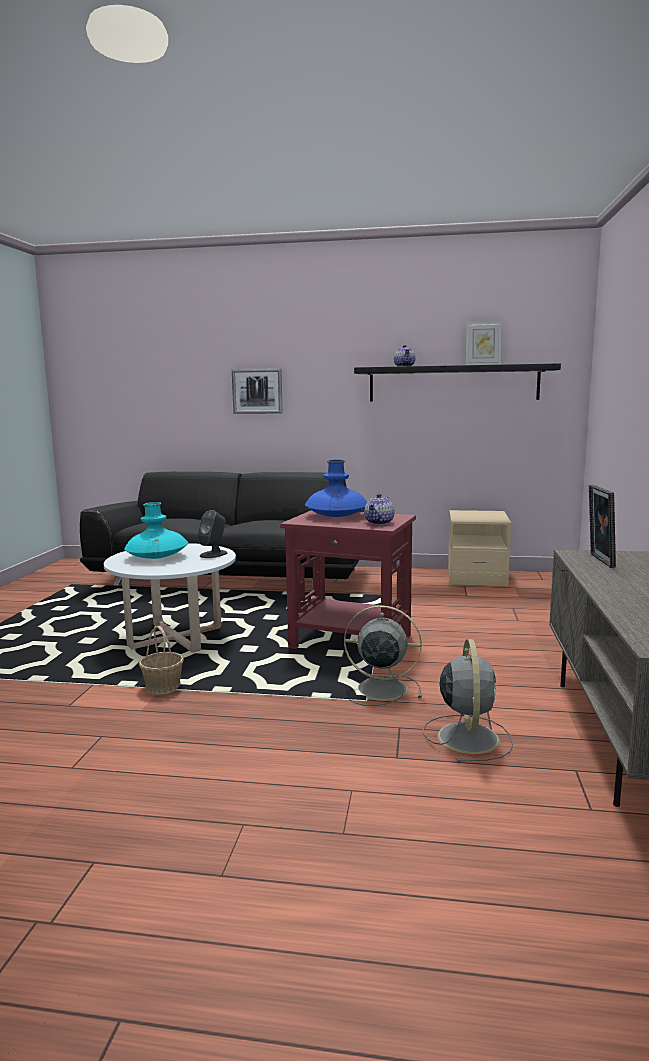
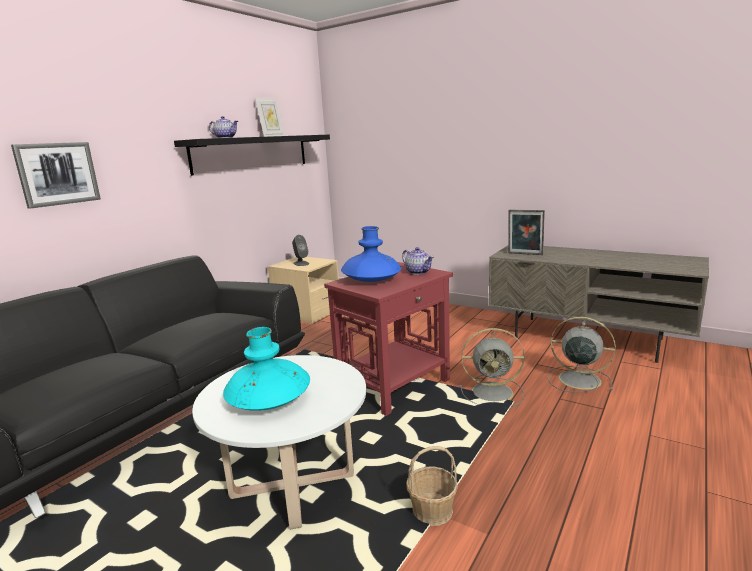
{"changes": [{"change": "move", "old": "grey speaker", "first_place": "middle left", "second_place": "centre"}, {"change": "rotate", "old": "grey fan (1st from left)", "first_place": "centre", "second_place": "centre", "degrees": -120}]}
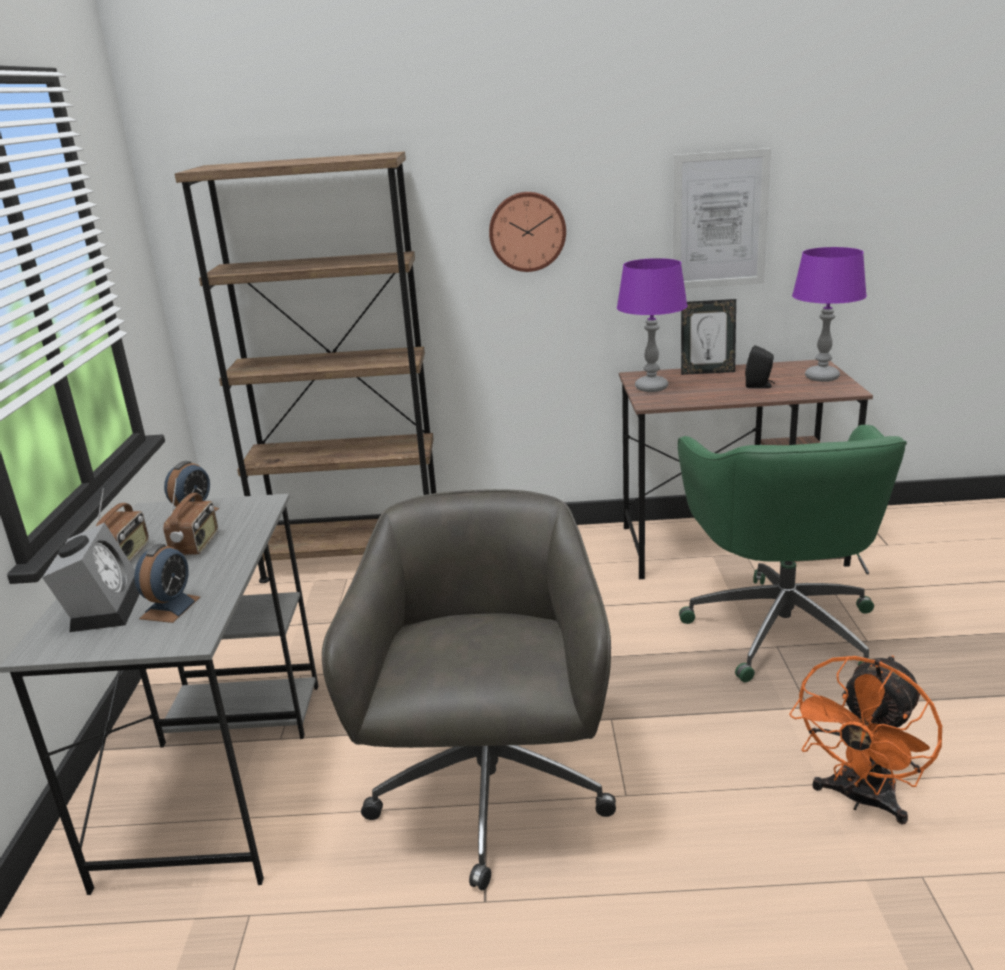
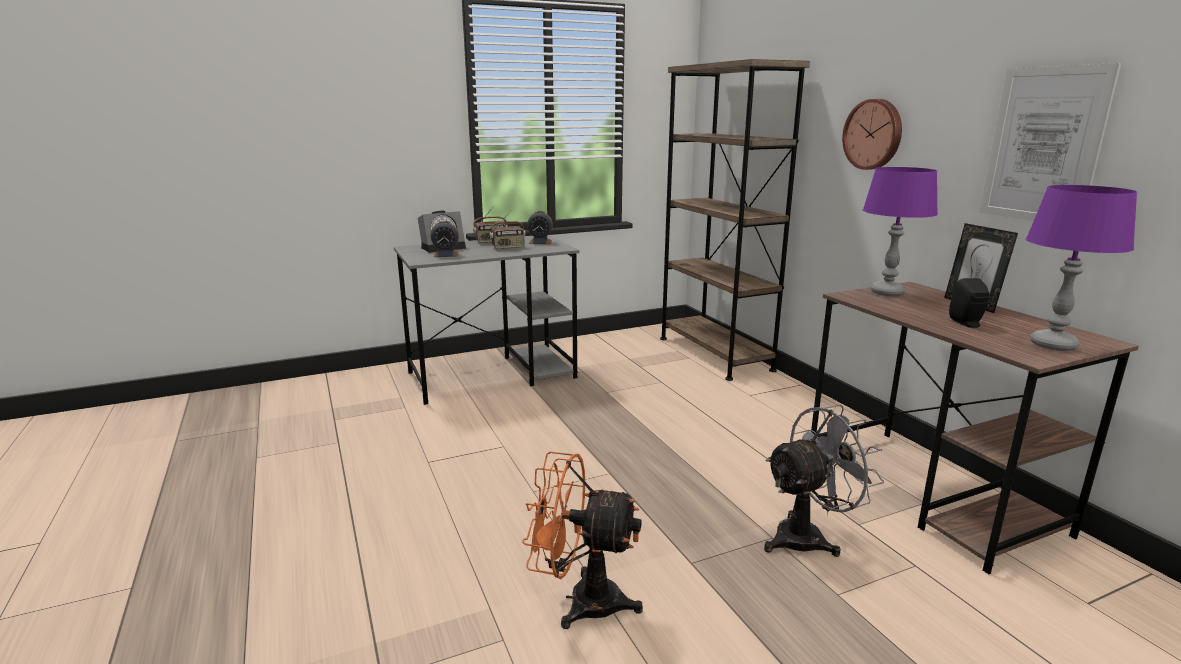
{"changes": [{"change": "replace", "old": "green office chair", "new": "grey fan", "first_place": "middle right", "second_place": "bottom right"}, {"change": "delete", "old": "grey office chair", "first_place": "bottom centre"}]}
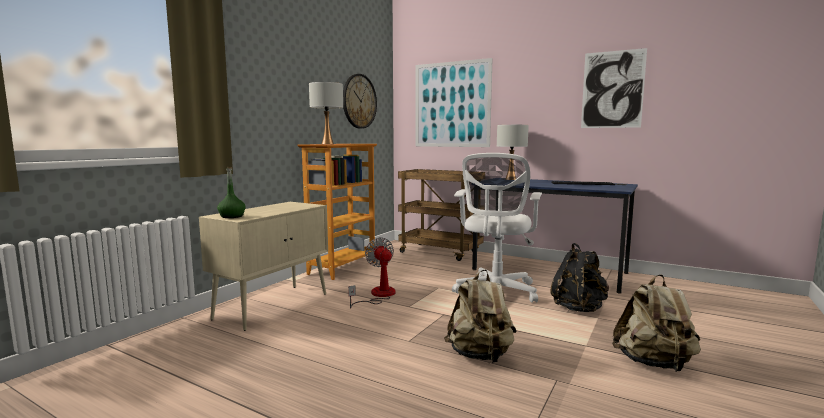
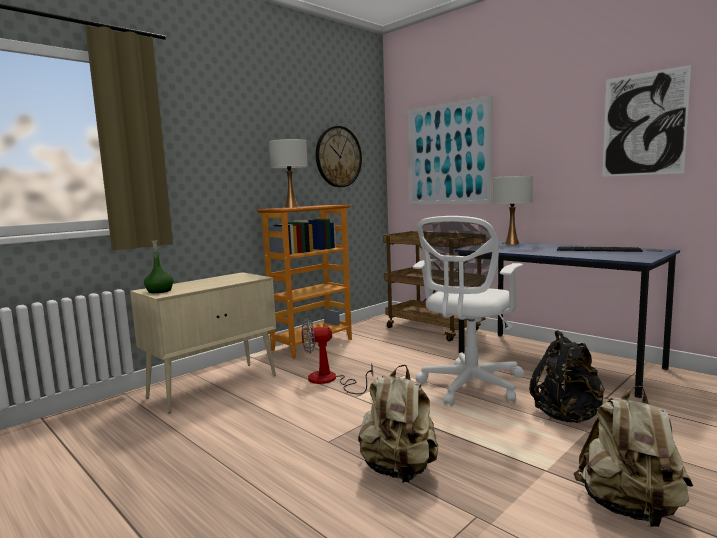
{"changes": [{"change": "rotate", "old": "fan", "first_place": "centre", "second_place": "centre", "degrees": -90}]}
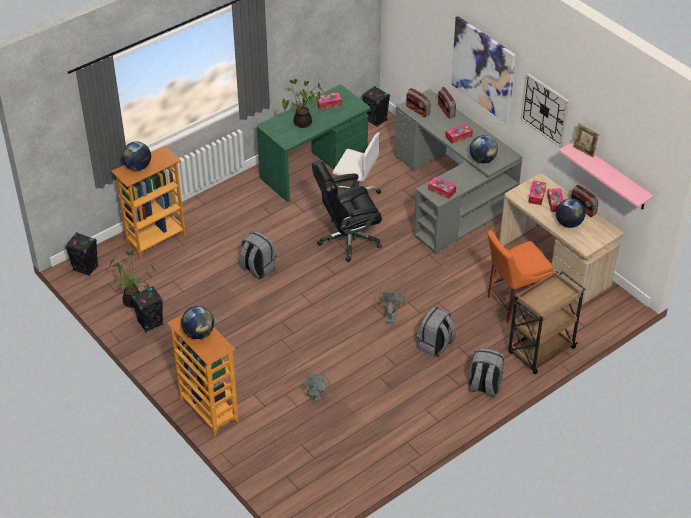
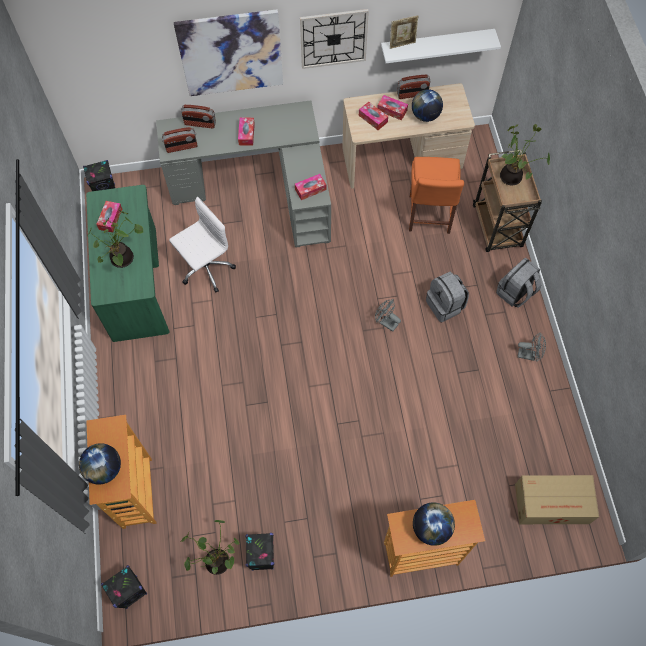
{"changes": [{"change": "delete", "old": "globe (3rd from left)", "first_place": "top right"}, {"change": "recolor", "old": "pink shelf", "new": "white shelf", "first_place": "middle right", "second_place": "top right"}, {"change": "delete", "old": "black office chair", "first_place": "centre"}, {"change": "delete", "old": "grey backpack (1st from left)", "first_place": "centre"}, {"change": "move", "old": "grey fan (1st from left in the first image)", "new": "grey fan (2nd from left)", "first_place": "bottom centre", "second_place": "middle right"}, {"change": "insert", "new": "potted plant (3rd from left)", "second_place": "top right"}, {"change": "insert", "new": "cardboard box", "second_place": "bottom right"}]}
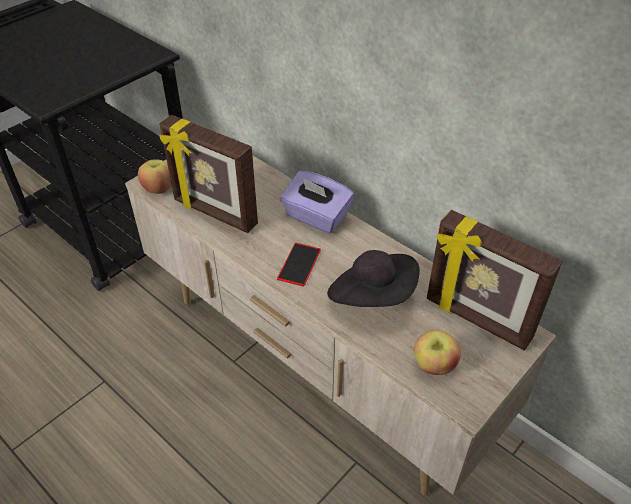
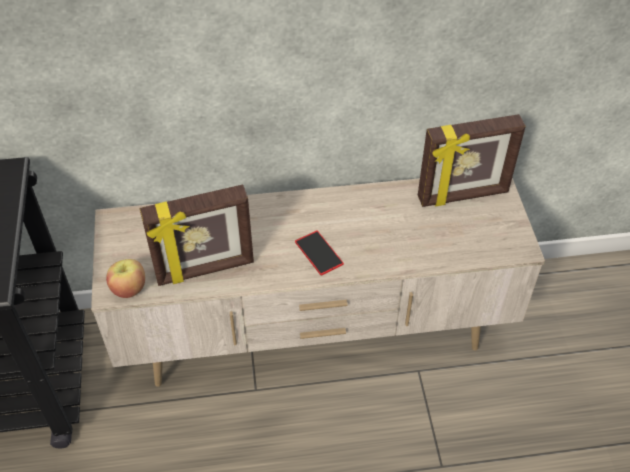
{"changes": [{"change": "delete", "old": "purple tissue box", "first_place": "centre"}, {"change": "delete", "old": "black hat", "first_place": "centre"}, {"change": "delete", "old": "apple (2nd from left)", "first_place": "bottom right"}]}
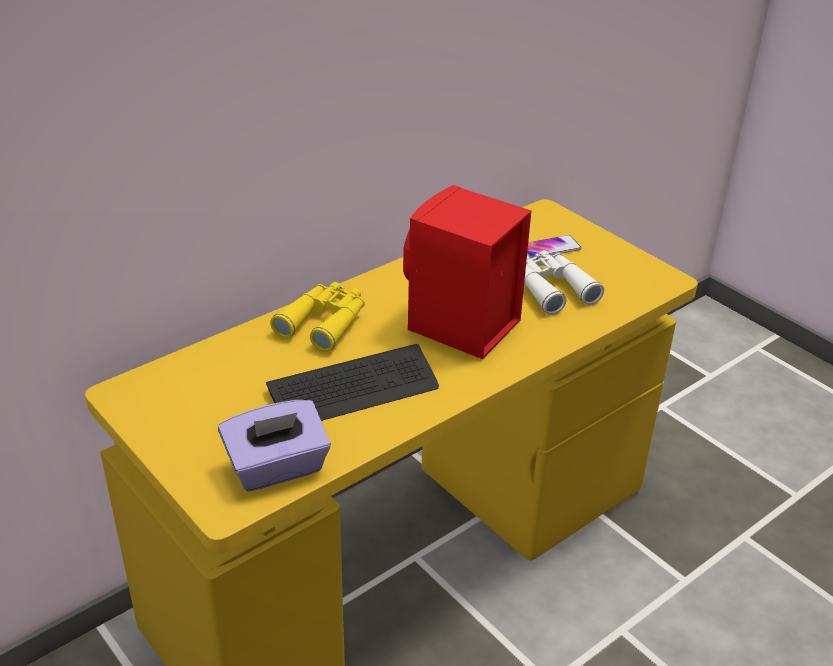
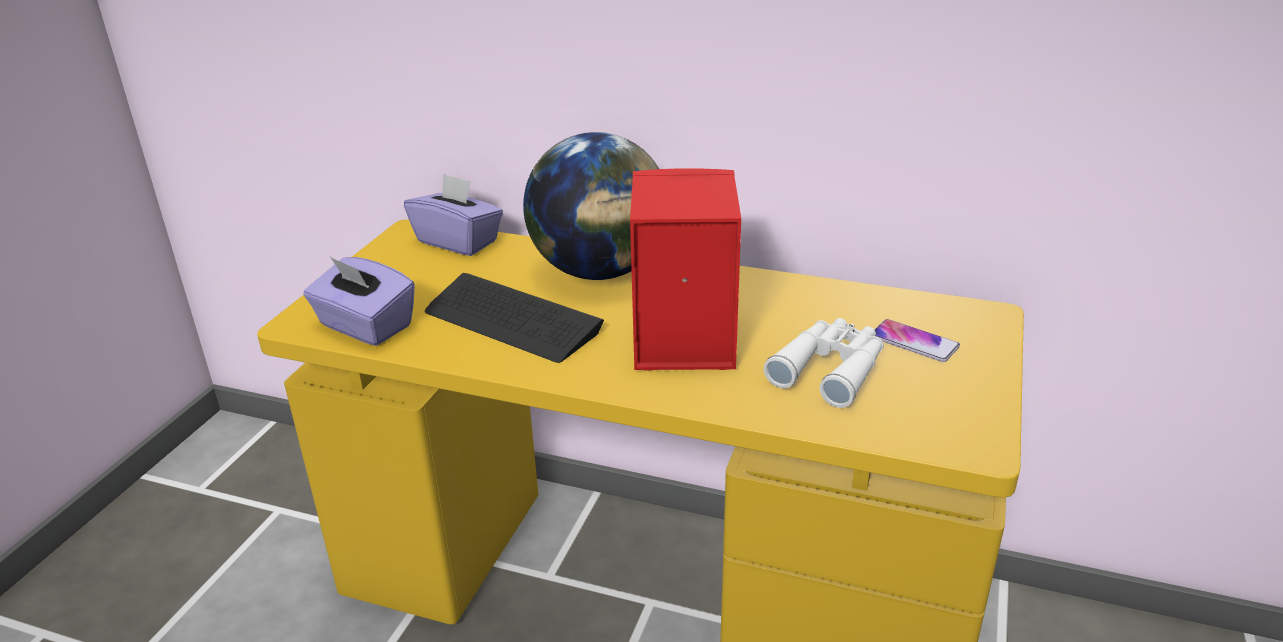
{"changes": [{"change": "replace", "old": "yellow binoculars", "new": "globe", "first_place": "centre", "second_place": "top centre"}, {"change": "insert", "new": "purple tissue box (2nd from left)", "second_place": "centre"}]}
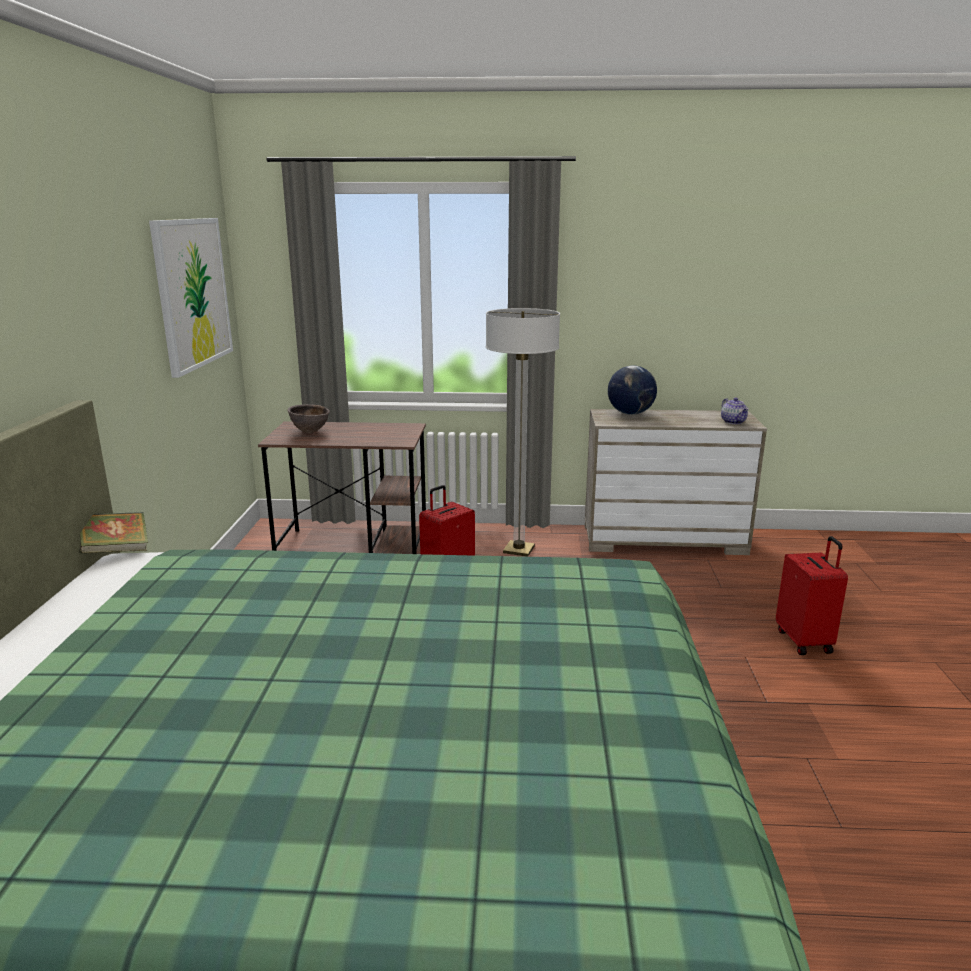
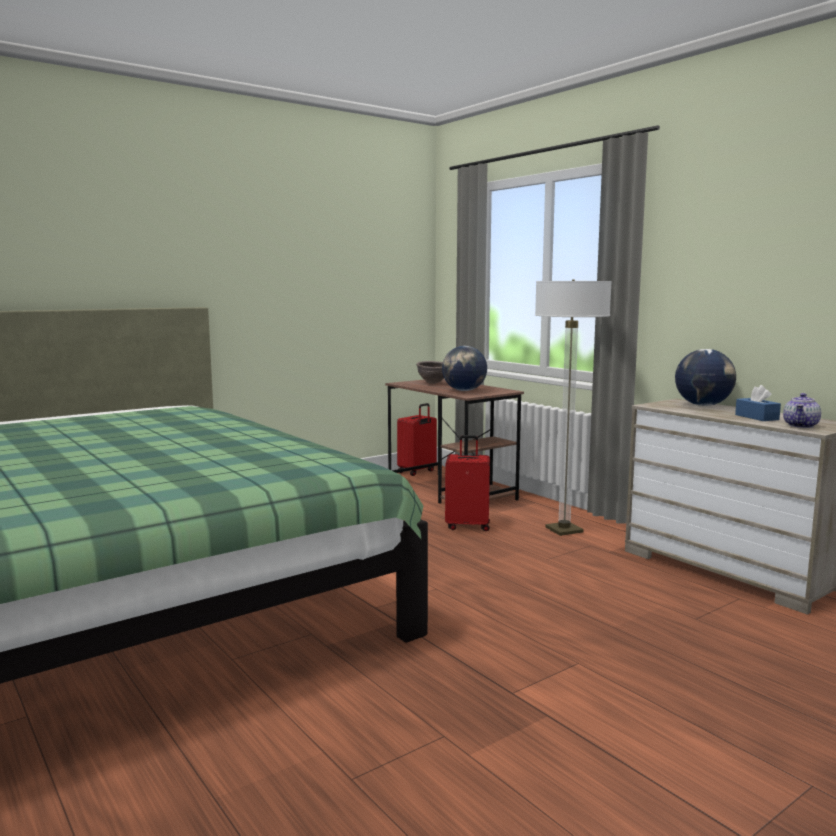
{"changes": [{"change": "delete", "old": "picture", "first_place": "top left"}, {"change": "delete", "old": "book", "first_place": "middle left"}, {"change": "move", "old": "red suitcase (2nd from left in the first image)", "new": "red suitcase (1st from left)", "first_place": "middle right", "second_place": "centre"}, {"change": "insert", "new": "globe (1st from left)", "second_place": "centre"}, {"change": "insert", "new": "blue tissue box", "second_place": "middle right"}]}
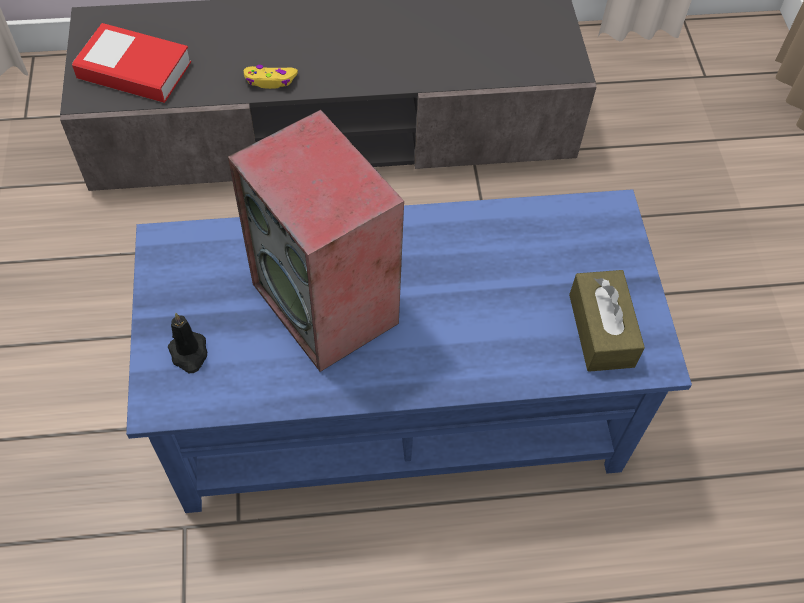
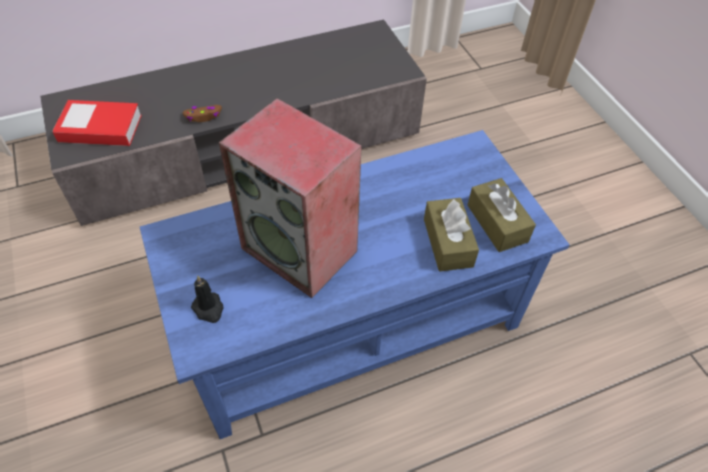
{"changes": [{"change": "recolor", "old": "yellow game controller", "new": "brown game controller", "first_place": "top centre", "second_place": "top left"}, {"change": "insert", "new": "brown tissue box (1st from left)", "second_place": "centre"}]}
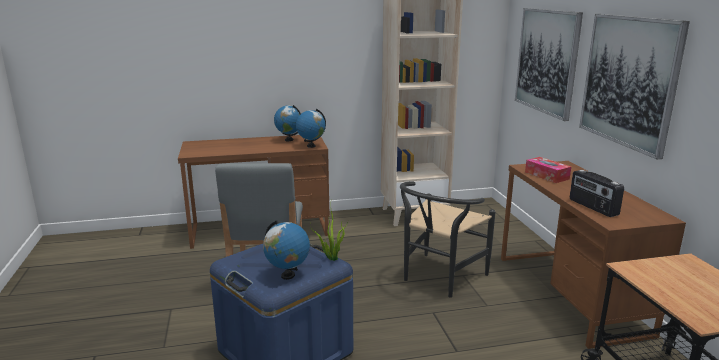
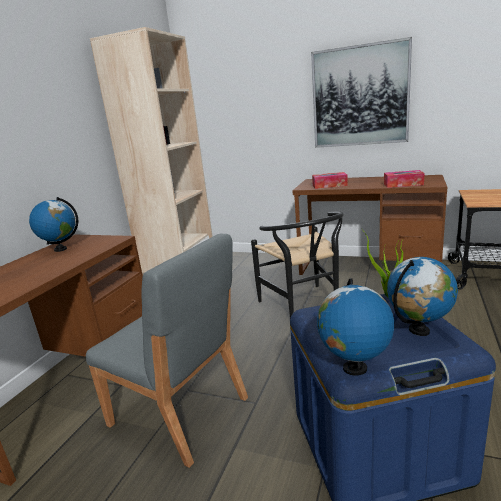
{"changes": [{"change": "delete", "old": "picture (1st from left)", "first_place": "top right"}, {"change": "move", "old": "globe (3rd from left in the first image)", "new": "globe (2nd from left)", "first_place": "centre", "second_place": "middle right"}, {"change": "replace", "old": "radio", "new": "tissue box (2nd from left)", "first_place": "middle right", "second_place": "middle right"}]}
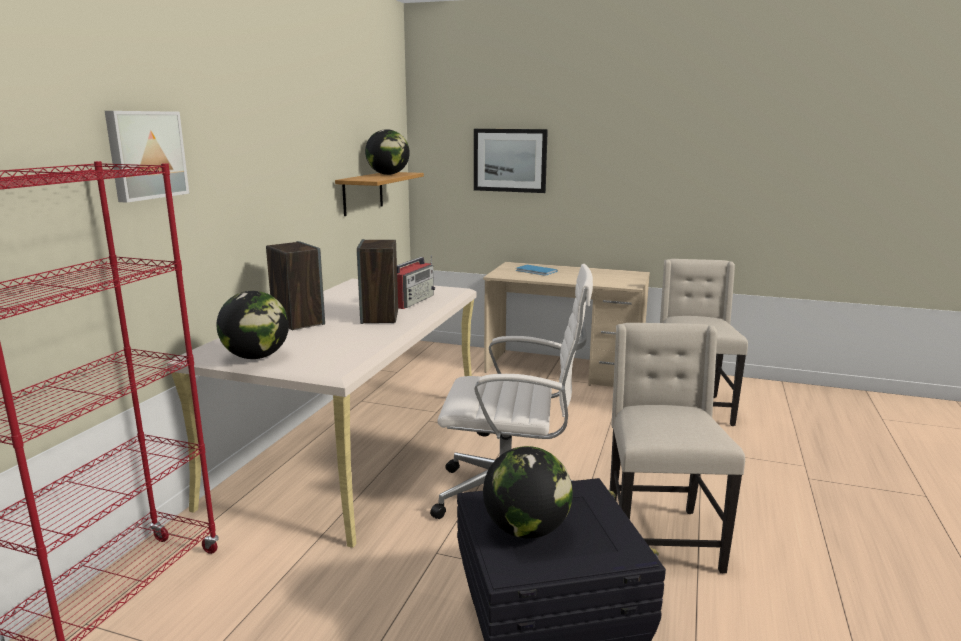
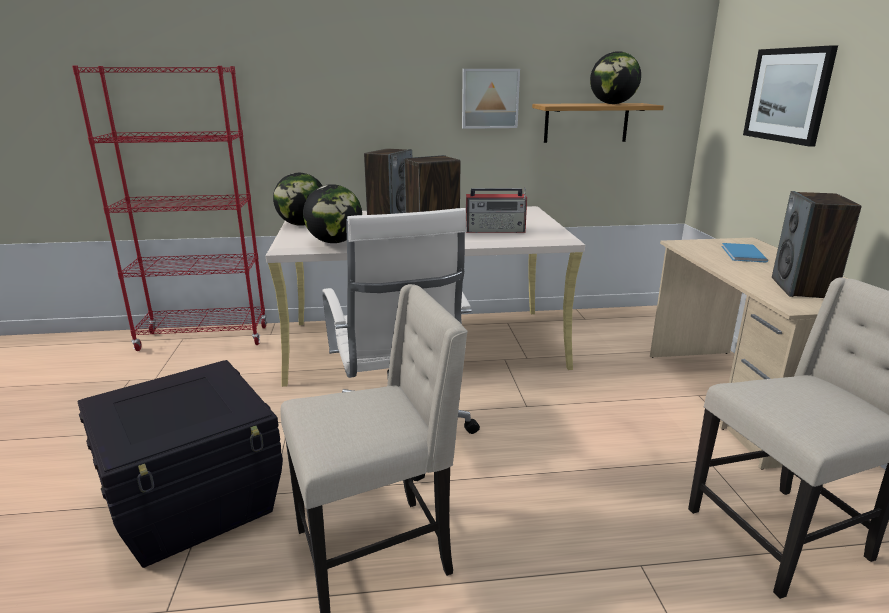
{"changes": [{"change": "move", "old": "picture (1st from left)", "first_place": "top left", "second_place": "top centre"}, {"change": "move", "old": "globe (3rd from left in the first image)", "new": "globe (2nd from left)", "first_place": "bottom centre", "second_place": "centre"}, {"change": "insert", "new": "speaker (3rd from left)", "second_place": "middle right"}]}
